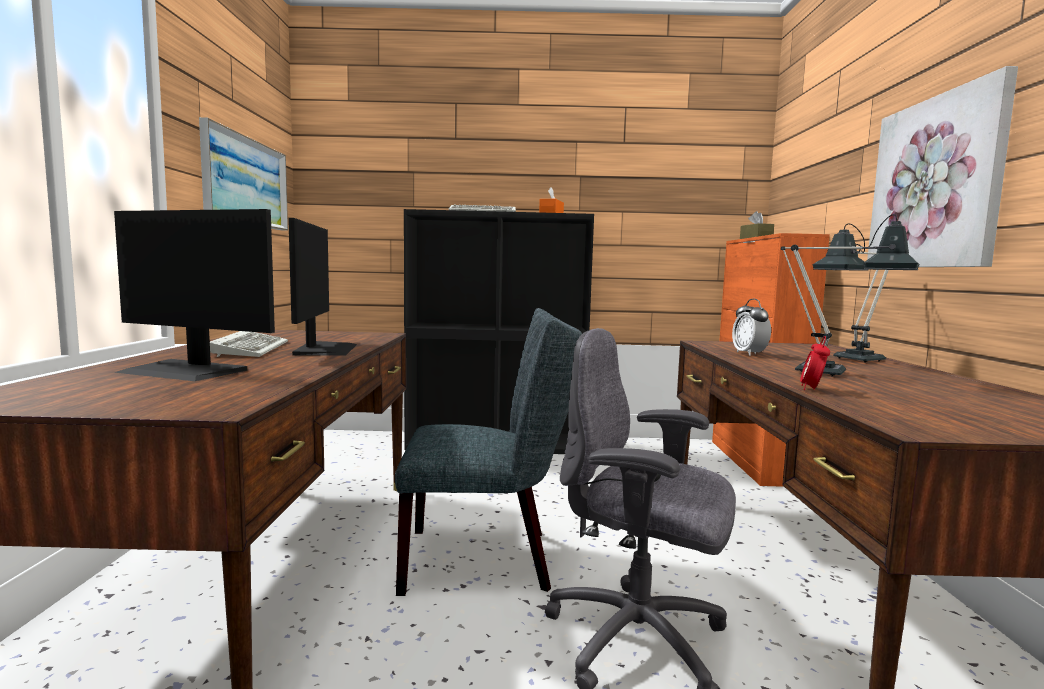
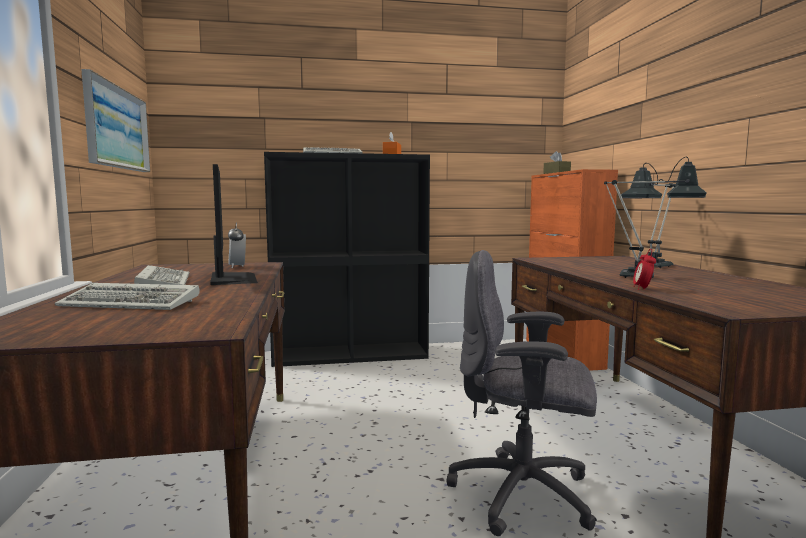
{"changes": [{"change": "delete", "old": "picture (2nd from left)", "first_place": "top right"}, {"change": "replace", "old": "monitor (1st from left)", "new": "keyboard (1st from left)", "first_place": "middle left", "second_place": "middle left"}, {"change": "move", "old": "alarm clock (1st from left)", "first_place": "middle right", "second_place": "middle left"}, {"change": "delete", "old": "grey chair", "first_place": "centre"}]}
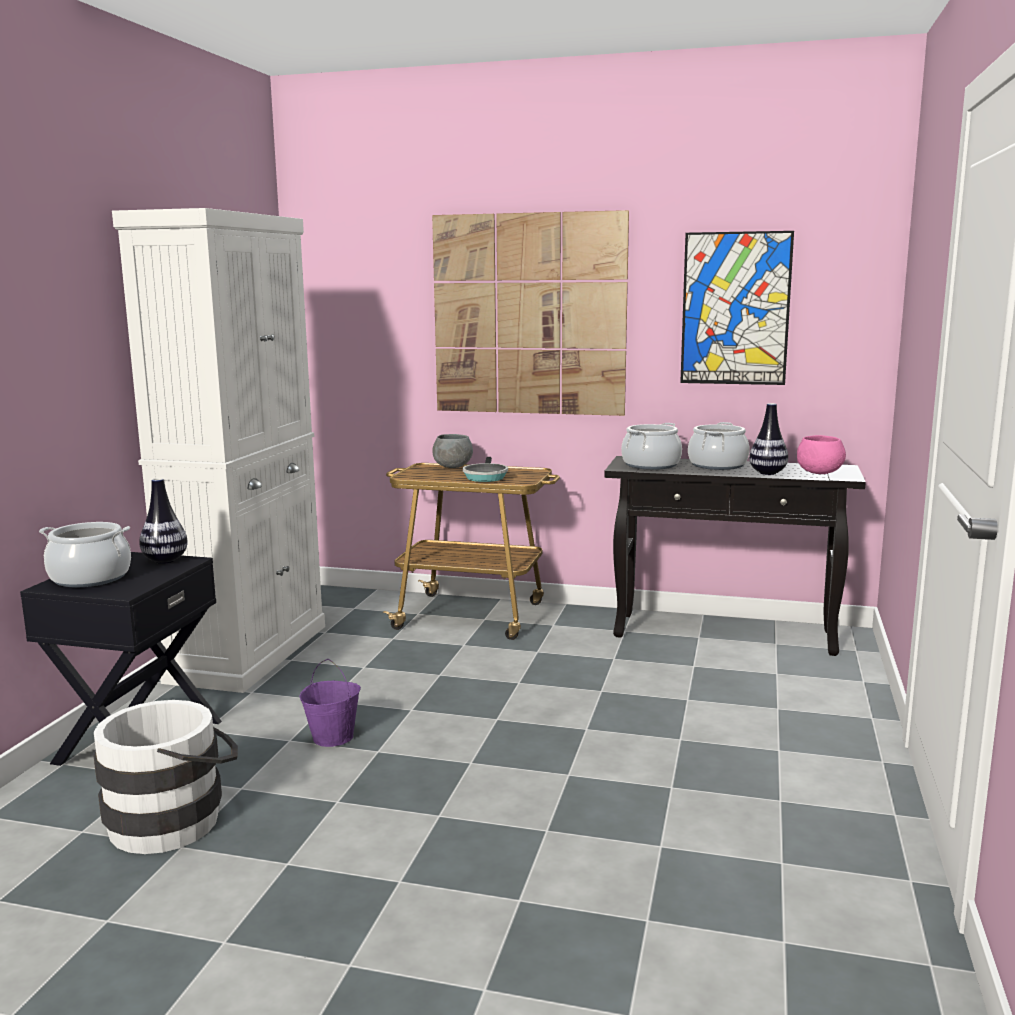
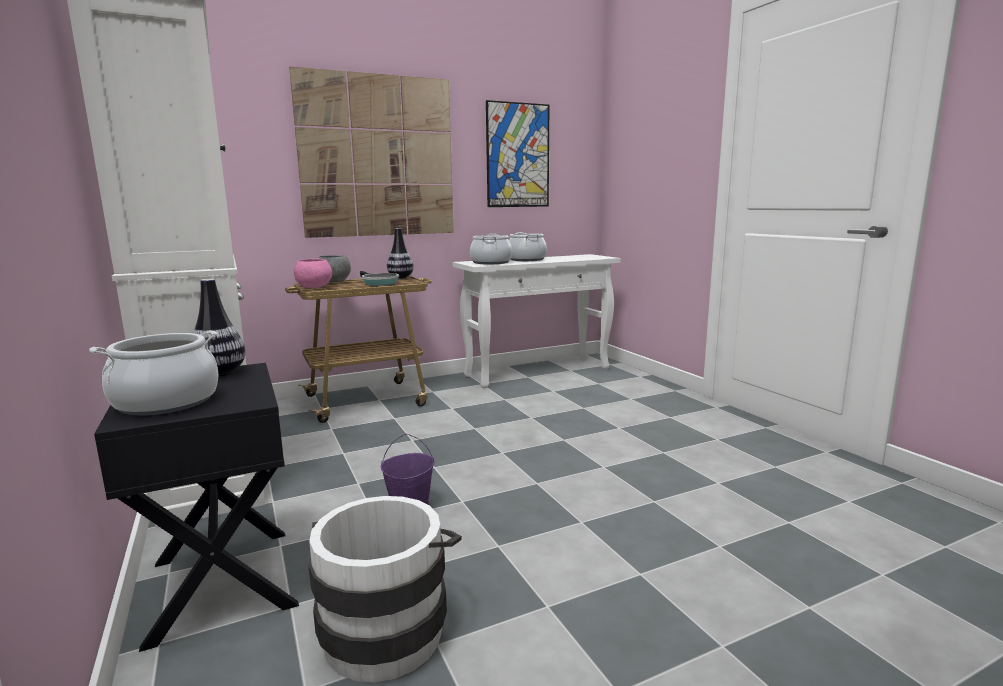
{"changes": [{"change": "move", "old": "vase (2nd from left)", "first_place": "middle right", "second_place": "centre"}, {"change": "move", "old": "pink bowl", "first_place": "middle right", "second_place": "middle left"}, {"change": "recolor", "old": "black console table", "new": "white console table", "first_place": "middle right", "second_place": "centre"}]}
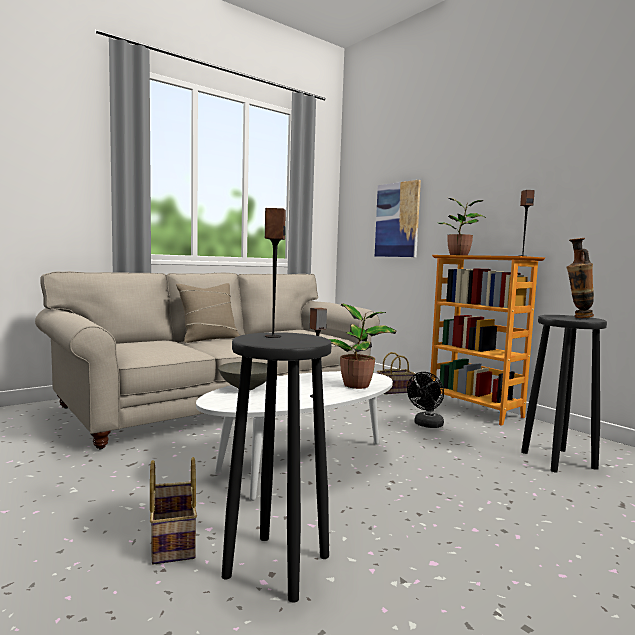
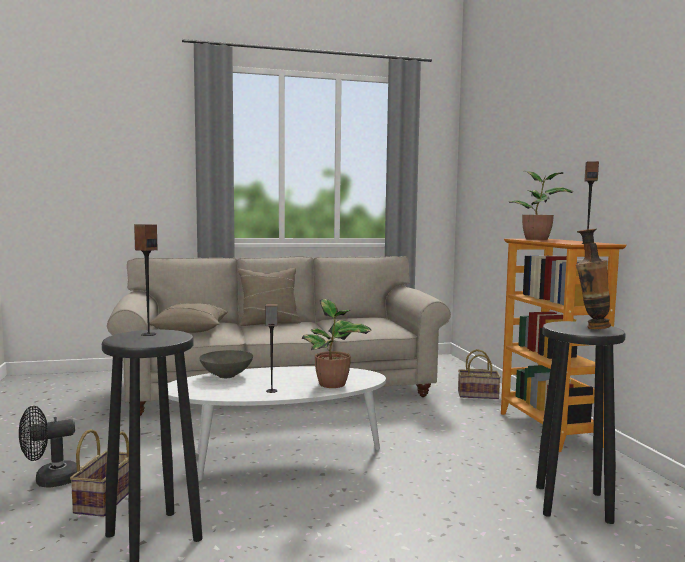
{"changes": [{"change": "delete", "old": "picture", "first_place": "centre"}, {"change": "move", "old": "black fan", "first_place": "middle right", "second_place": "bottom left"}, {"change": "insert", "new": "beige pillow (1st from left)", "second_place": "middle left"}]}
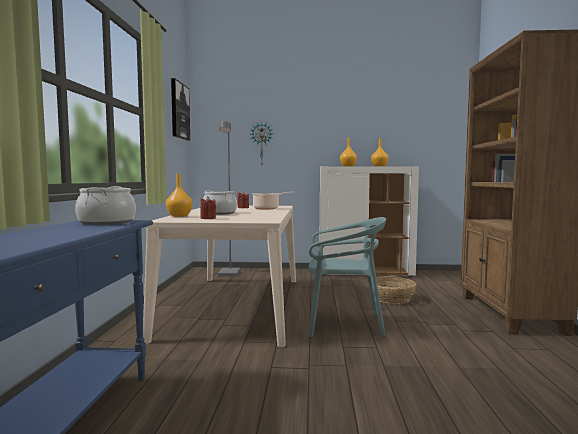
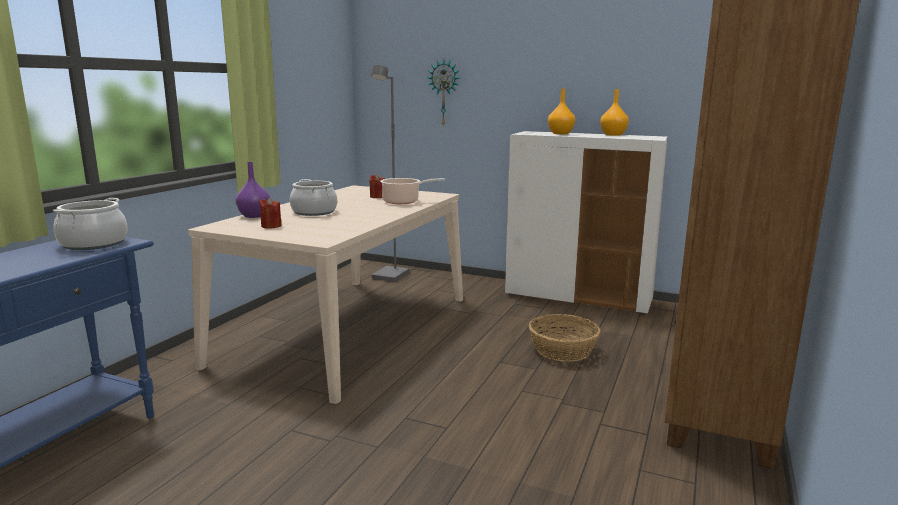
{"changes": [{"change": "delete", "old": "picture", "first_place": "top left"}, {"change": "recolor", "old": "orange vase (1st from left)", "new": "purple vase", "first_place": "middle left", "second_place": "middle left"}, {"change": "delete", "old": "turquoise chair", "first_place": "centre"}]}
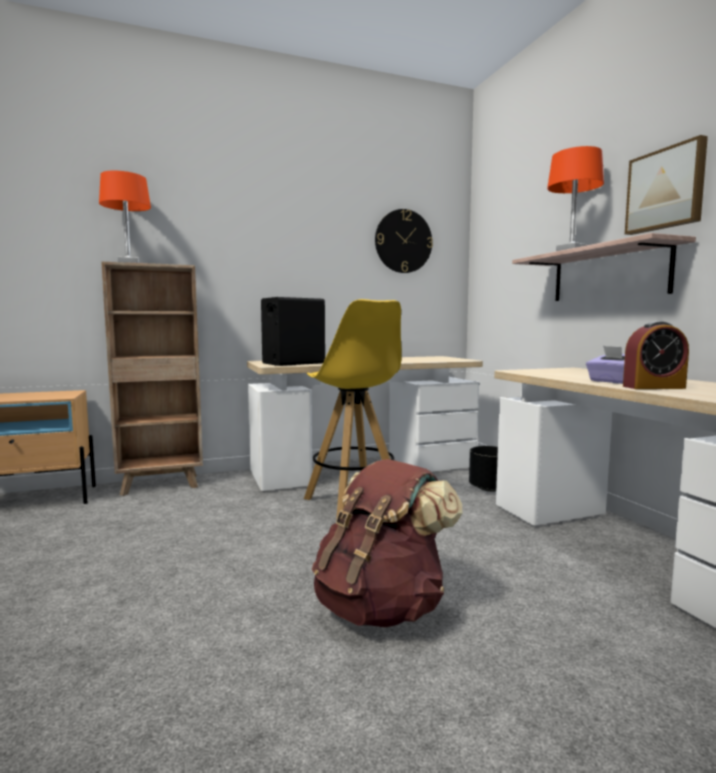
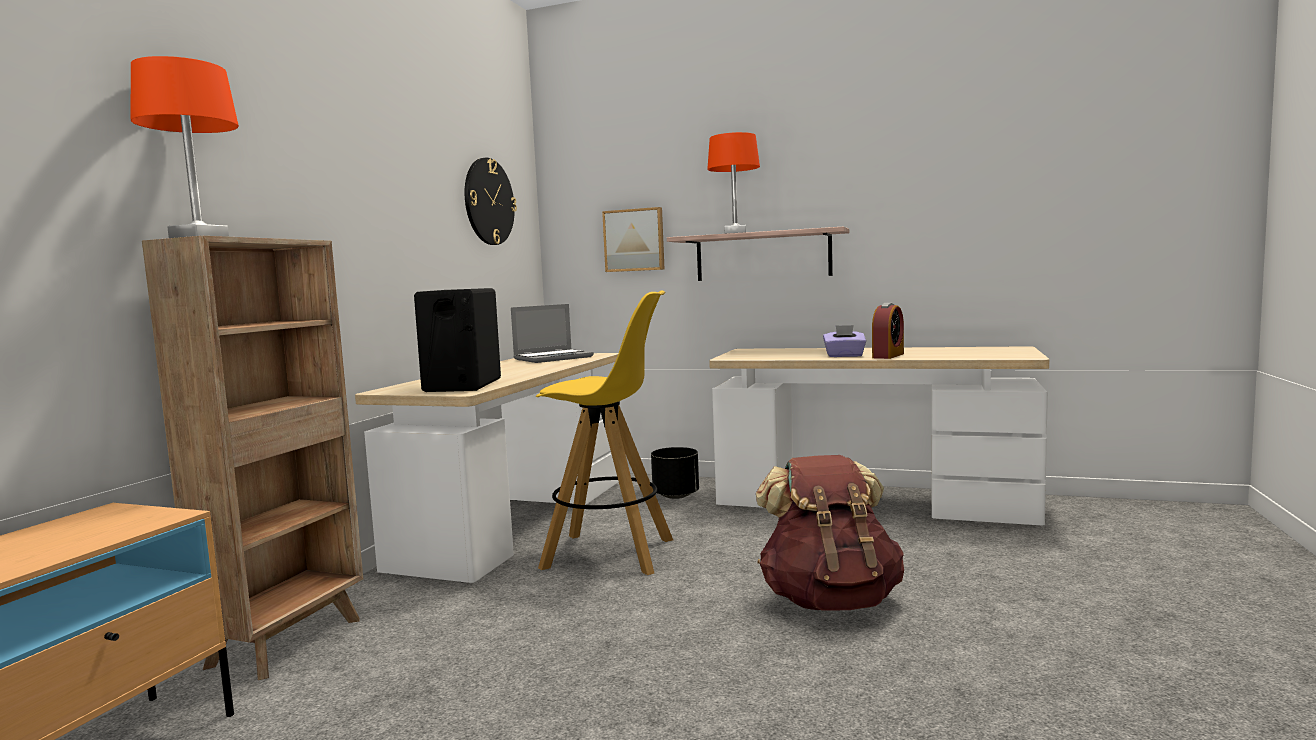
{"changes": [{"change": "move", "old": "picture", "first_place": "top right", "second_place": "top centre"}, {"change": "insert", "new": "laptop", "second_place": "centre"}]}
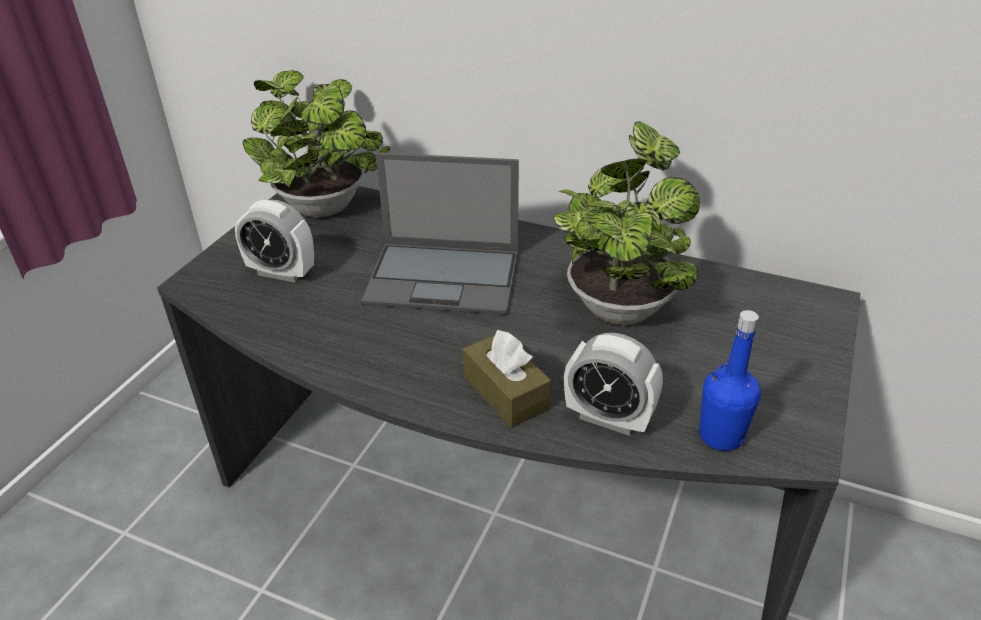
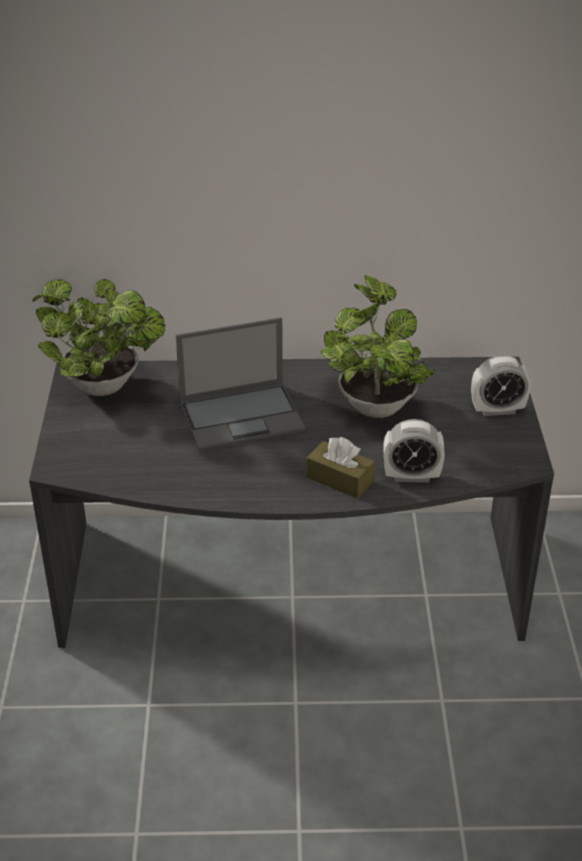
{"changes": [{"change": "move", "old": "alarm clock (1st from left in the first image)", "new": "alarm clock (2nd from left)", "first_place": "middle left", "second_place": "middle right"}, {"change": "delete", "old": "blue bottle", "first_place": "middle right"}]}
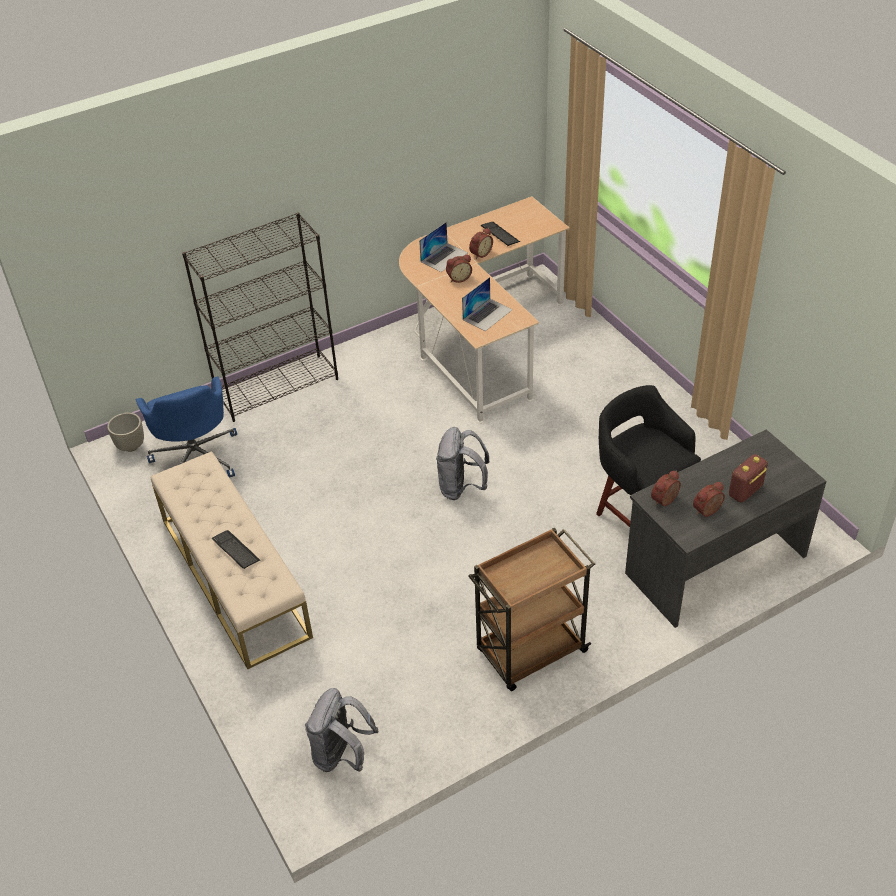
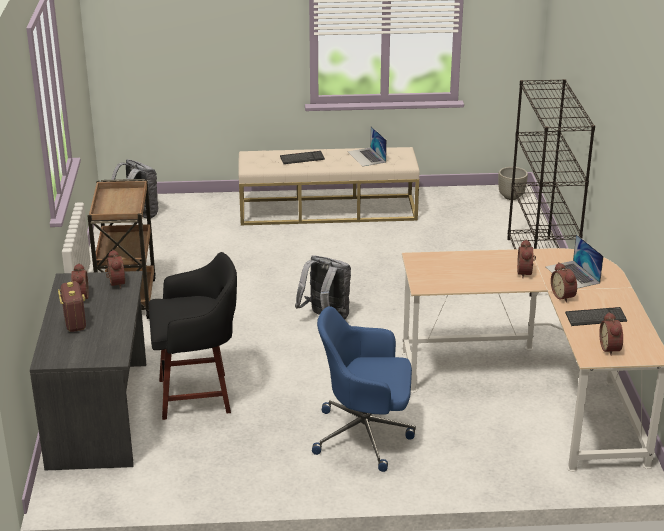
{"changes": [{"change": "move", "old": "laptop (2nd from left in the first image)", "new": "laptop (1st from left)", "first_place": "centre", "second_place": "top centre"}, {"change": "move", "old": "blue office chair", "first_place": "middle left", "second_place": "bottom centre"}, {"change": "insert", "new": "alarm clock (5th from left)", "second_place": "middle right"}]}
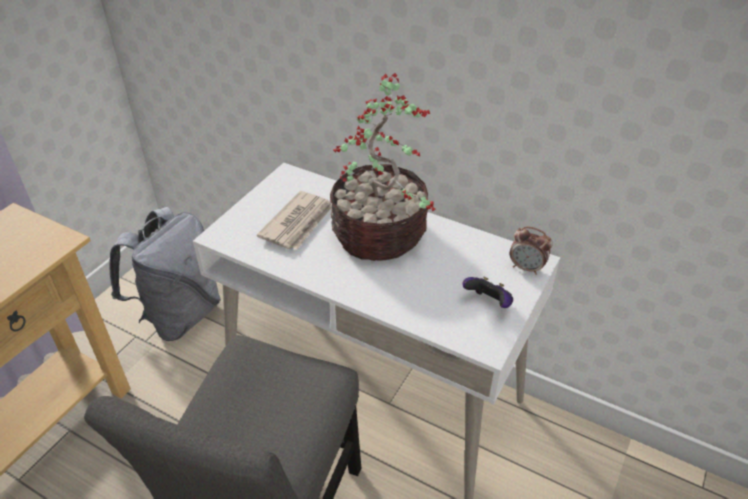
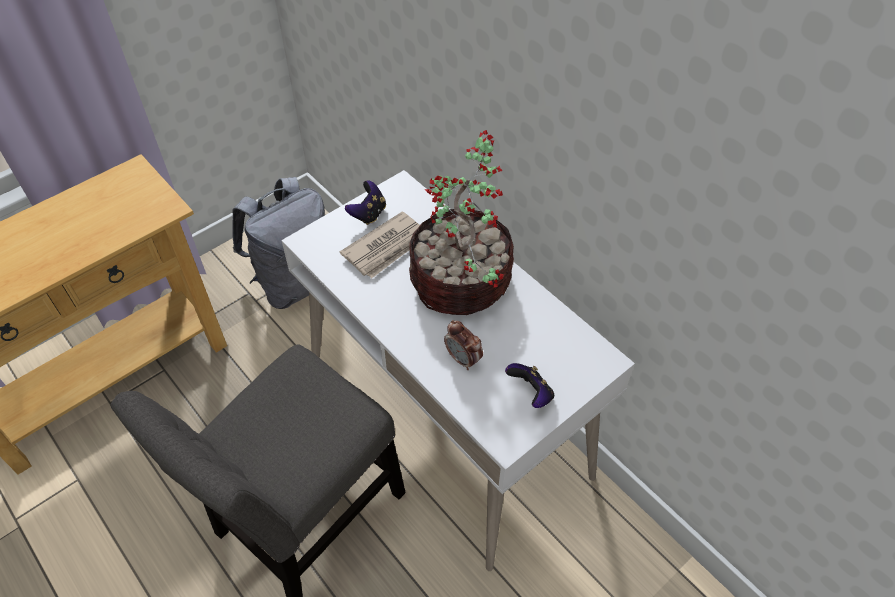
{"changes": [{"change": "move", "old": "alarm clock", "first_place": "middle right", "second_place": "centre"}, {"change": "insert", "new": "game controller (1st from left)", "second_place": "centre"}]}
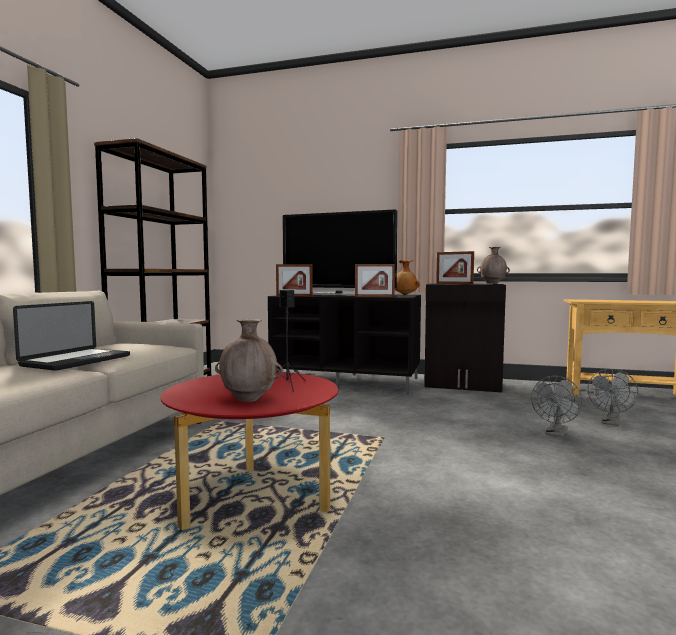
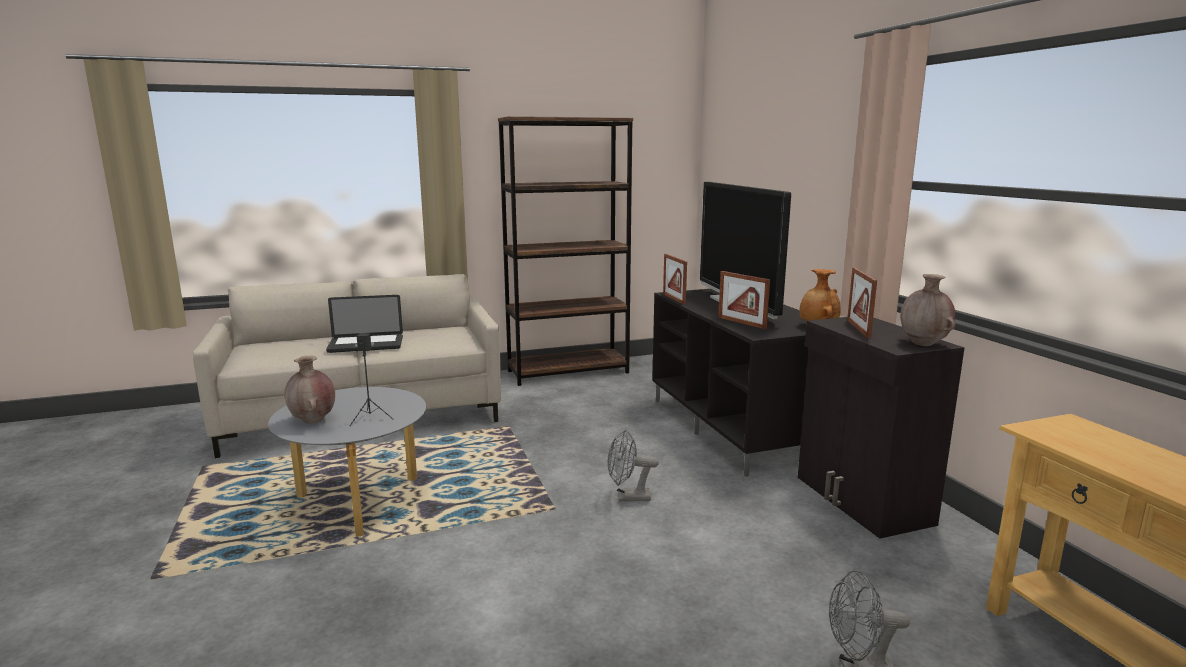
{"changes": [{"change": "recolor", "old": "red coffee table", "new": "grey coffee table", "first_place": "bottom centre", "second_place": "bottom left"}, {"change": "move", "old": "grey fan (1st from left)", "first_place": "middle right", "second_place": "bottom centre"}]}
